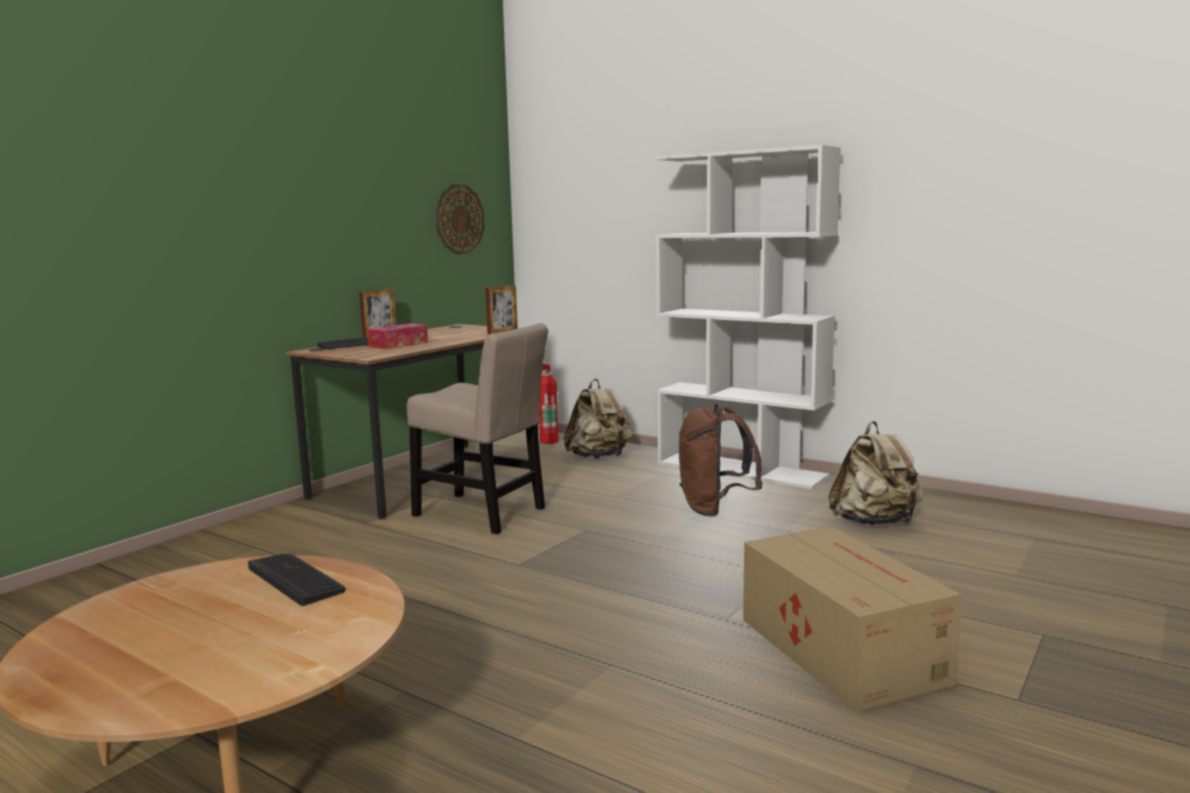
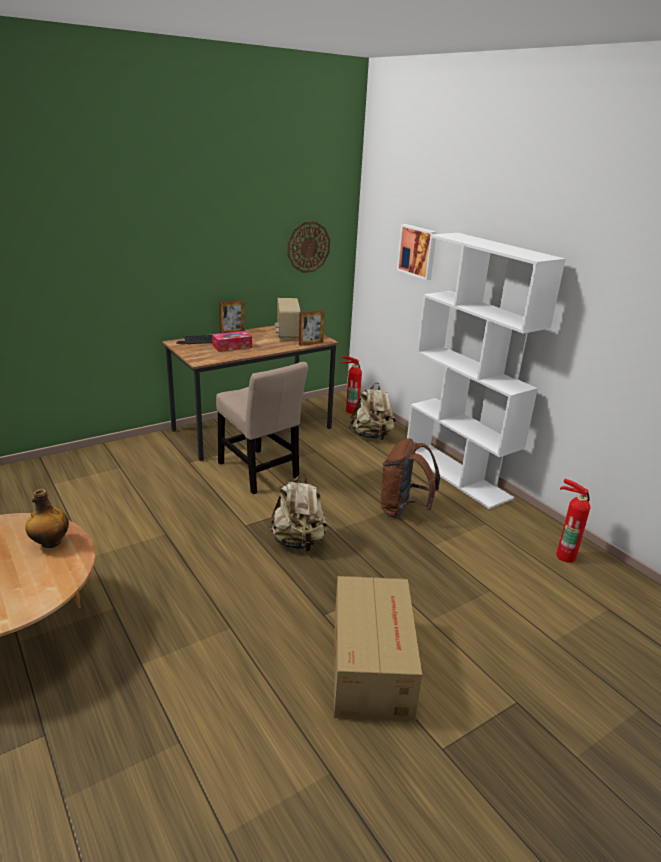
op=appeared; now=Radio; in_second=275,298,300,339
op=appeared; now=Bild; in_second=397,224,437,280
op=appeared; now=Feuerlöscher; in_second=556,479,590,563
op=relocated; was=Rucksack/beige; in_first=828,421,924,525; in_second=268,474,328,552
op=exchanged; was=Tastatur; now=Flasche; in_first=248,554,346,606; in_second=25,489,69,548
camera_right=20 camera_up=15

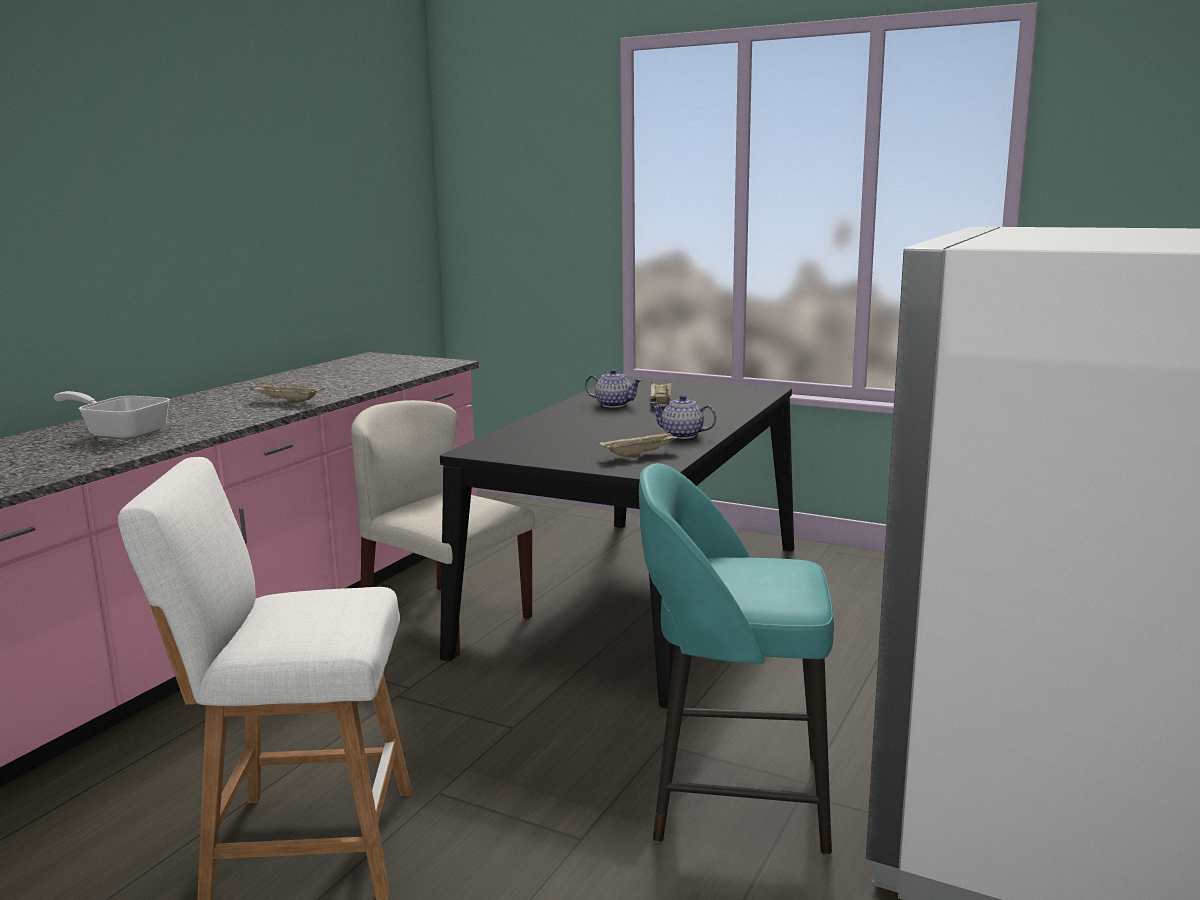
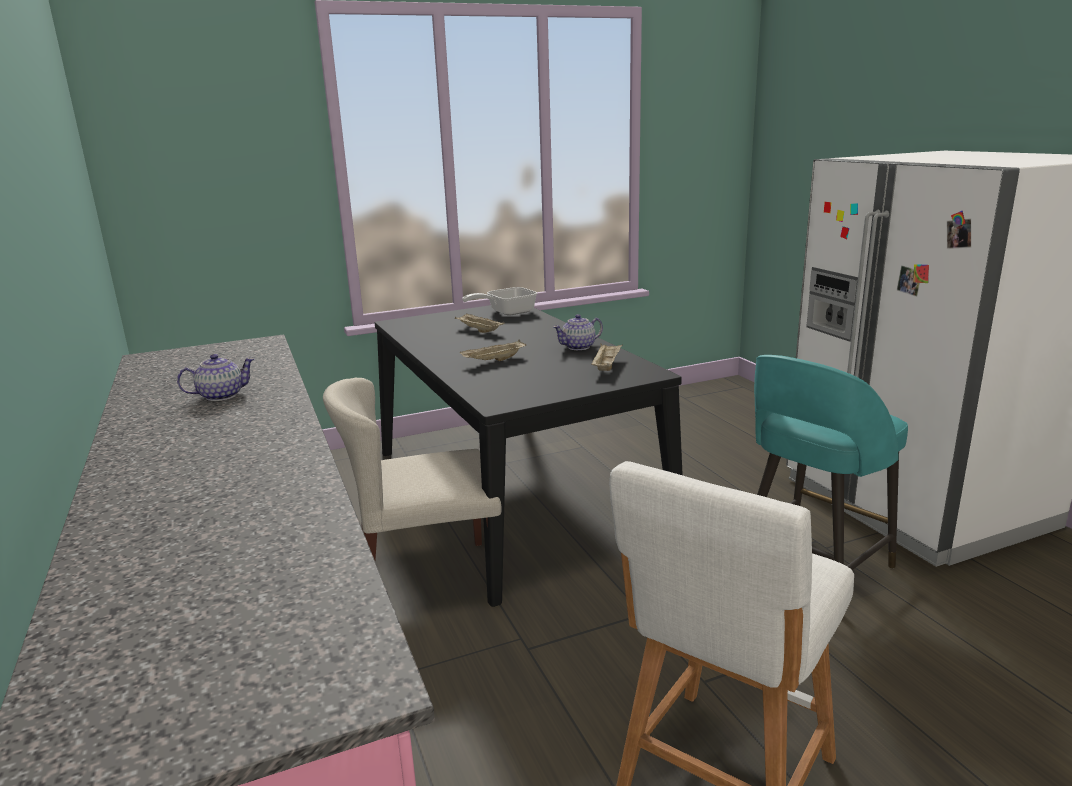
op=relocated; was=Pfanne; in_first=53,391,170,440; in_second=462,287,537,316
op=relocated; was=Tablett/beige; in_first=250,382,325,404; in_second=460,340,526,361
op=relocated; was=Teekanne; in_first=585,369,642,408; in_second=177,354,255,401
camera_right=-50 camera_up=5

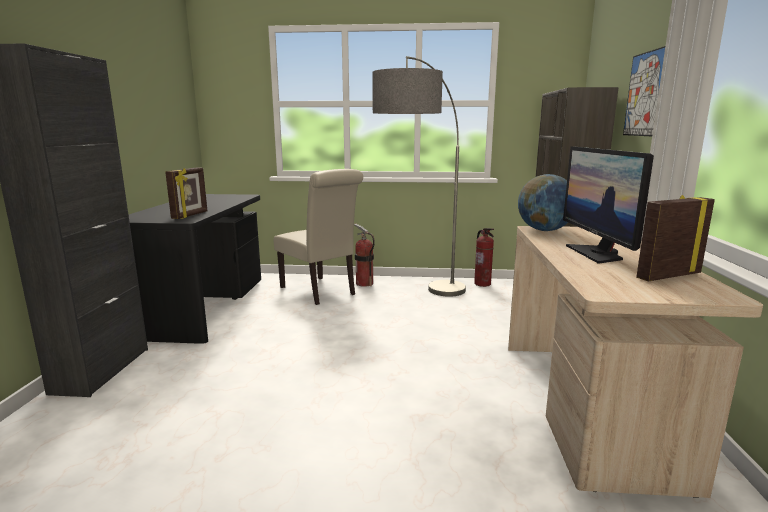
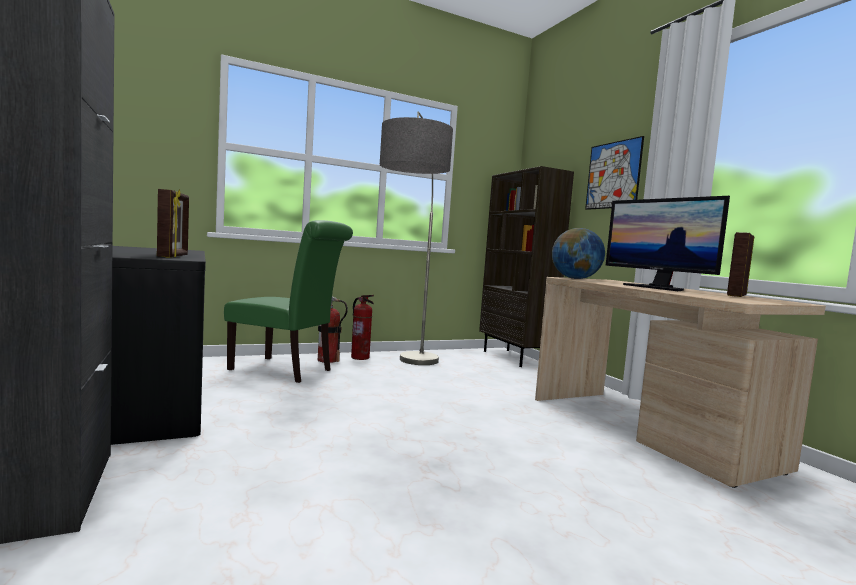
op=relocated; was=Feuerlöscher; in_first=474,228,494,287; in_second=351,295,374,360
op=colour; was=Stuhl/beige; now=Stuhl/grün; in_first=274,169,363,305; in_second=224,220,353,383
camera_right=-30 camera_up=-10

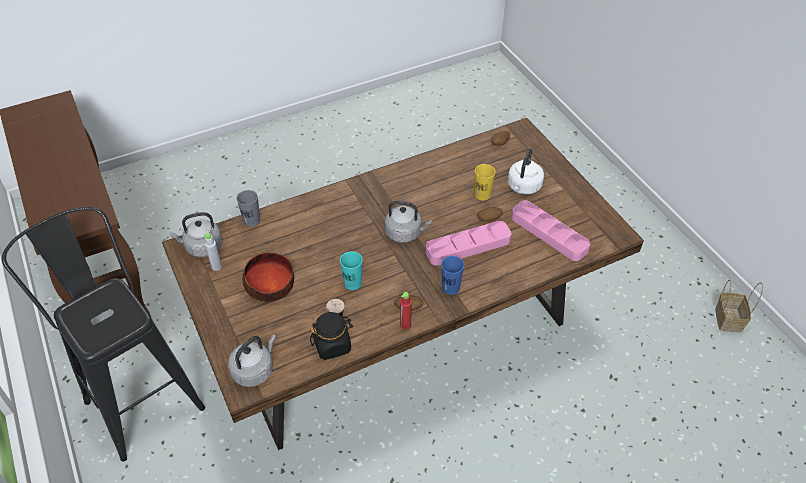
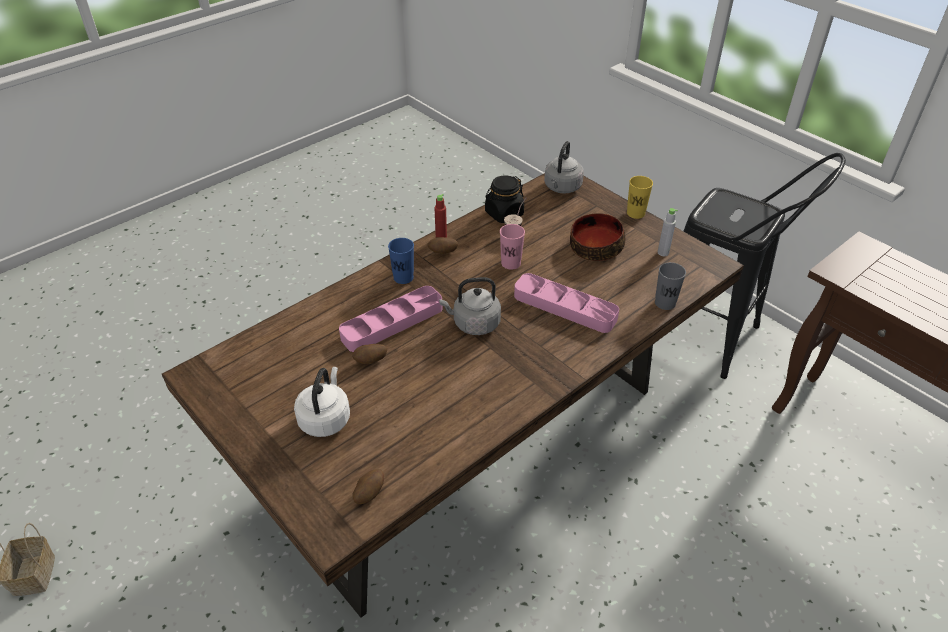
op=missing; was=Wasserkessel/grau; in_first=169,212,222,258
op=relocated; was=Tasse/gelb; in_first=475,164,495,200; in_second=627,176,653,219
op=relocated; was=Tablett/rosa; in_first=511,200,590,261; in_second=514,273,619,333
op=colour; was=Tasse/türkis; now=Tasse/rosa; in_first=340,251,363,290; in_second=500,224,525,270
camera_right=165 camera_up=-5

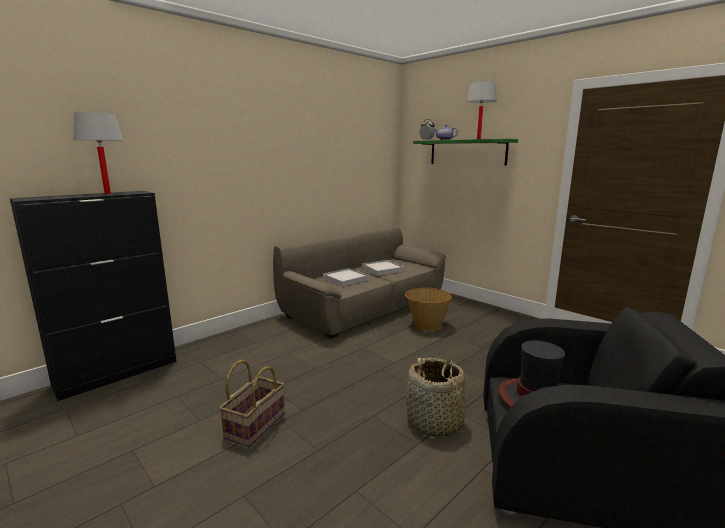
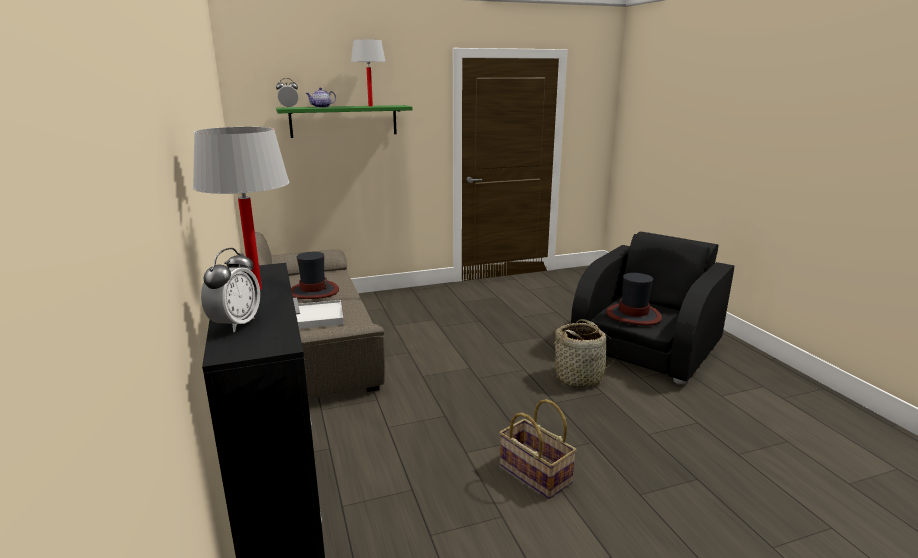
op=missing; was=Korb; in_first=405,288,452,331
op=appeared; now=Wecker; in_second=201,248,260,332
op=exchanged; was=Tablett/weiß; now=Hut; in_first=362,260,404,276; in_second=291,252,339,299
camera_right=-65 camera_up=5

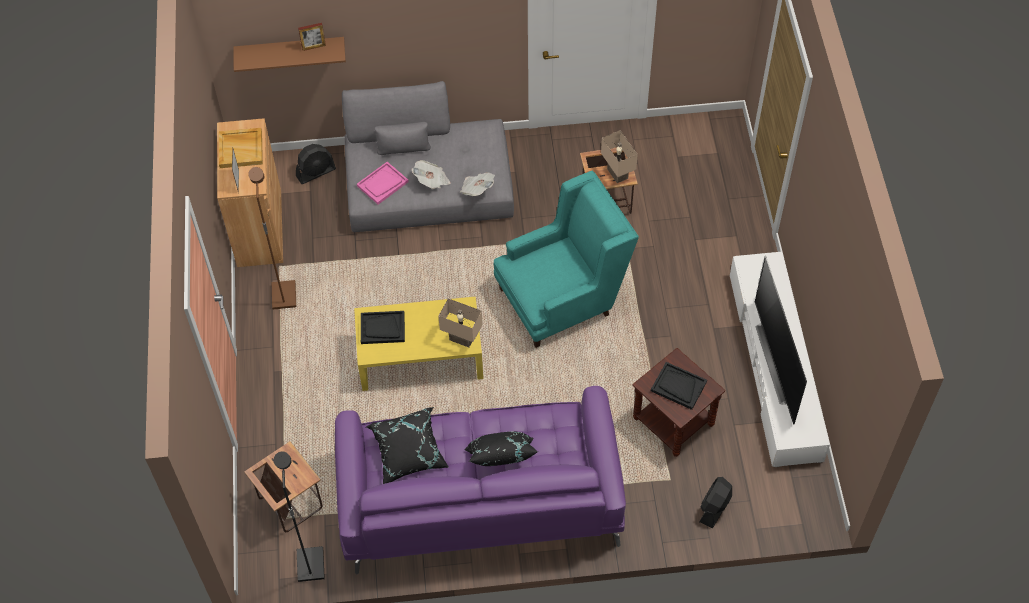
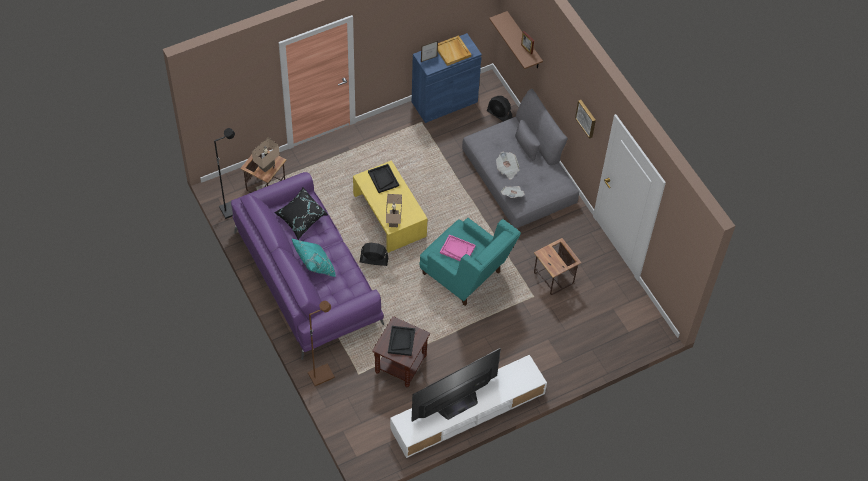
op=appeared; now=Bild; in_second=575,100,596,139
op=relocated; was=Stehlampe/braun; in_first=248,167,296,310; in_second=308,301,335,386
op=relocated; was=Tablett/rosa; in_first=357,162,409,205; in_second=440,234,476,261
op=relocated; was=Tischlampe/beige; in_first=601,130,638,183; in_second=252,137,280,172
op=relocated; was=Ventilator/schwarz; in_first=700,477,732,528; in_second=360,243,388,266
op=colour; was=Schrank/braun; now=Schrank/blau; in_first=217,118,283,267; in_second=412,33,482,123
op=colour; was=Kissen/schwarz; now=Kissen/türkis; in_first=464,431,538,466; in_second=291,238,335,277
camera_right=65 camera_up=0

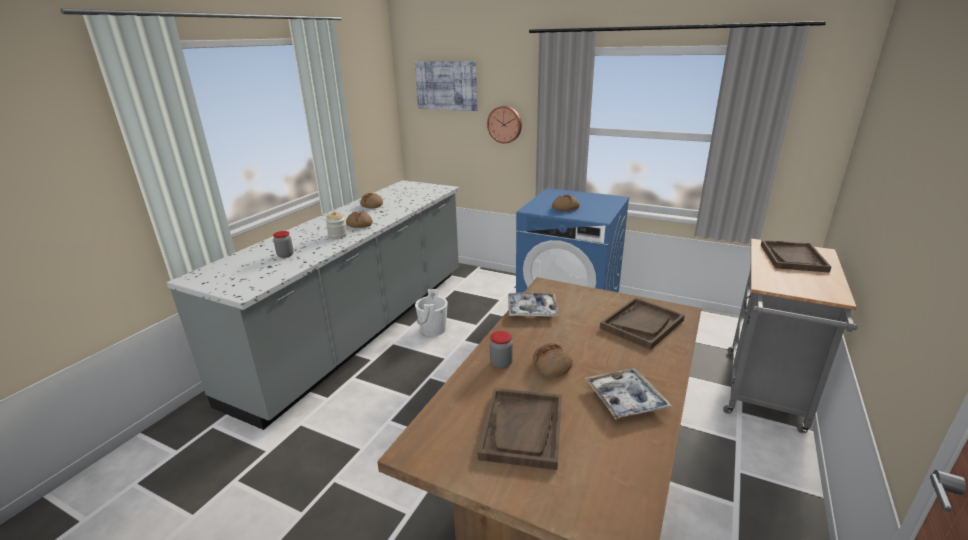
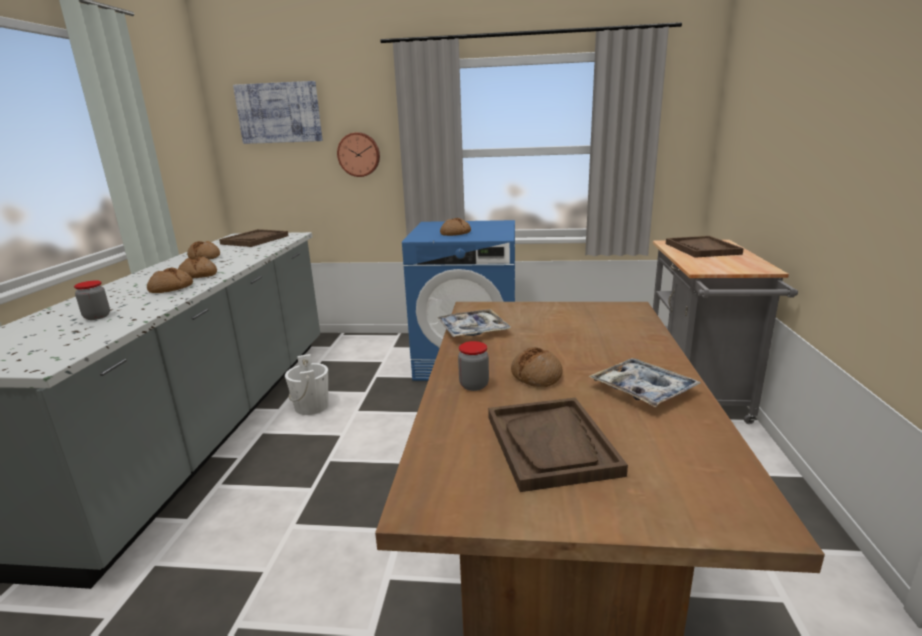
op=relocated; was=Tablett/braun; in_first=600,297,685,350; in_second=219,229,289,247
op=exchanged; was=Vorratsglas; now=Brot; in_first=325,211,347,239; in_second=147,268,193,293
camera_right=-20 camera_up=-5

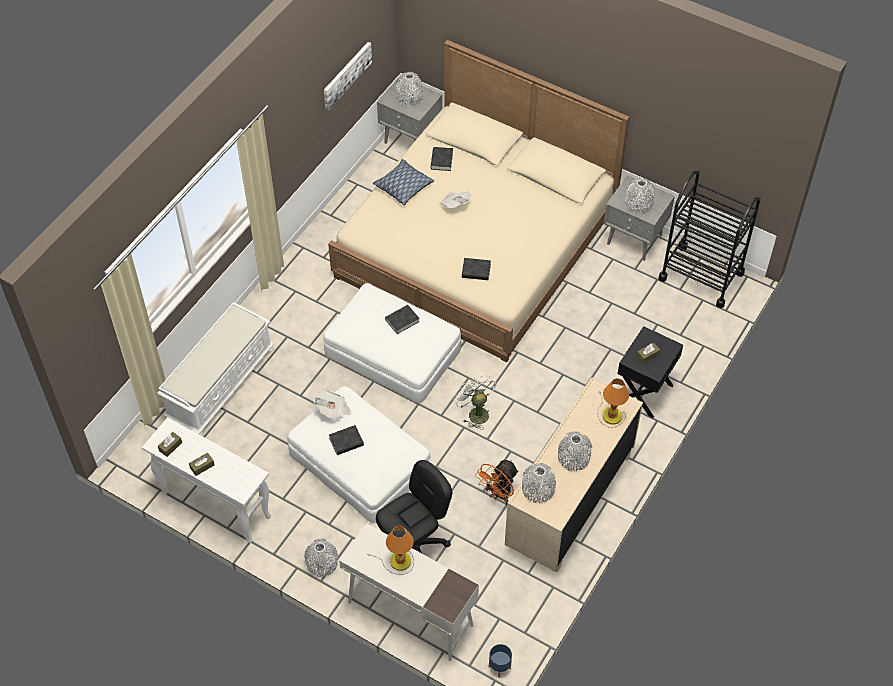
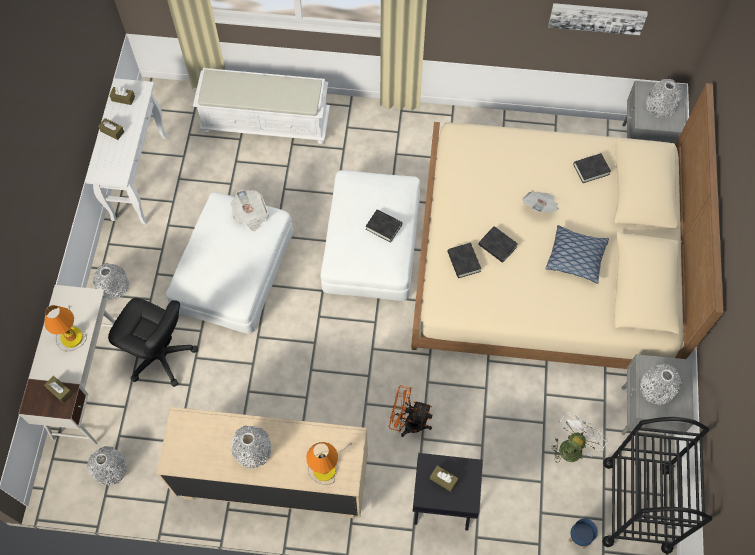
op=appeared; now=Taschentuchbox/braun; in_second=44,376,73,403
op=relocated; was=Buch/schwarz; in_first=329,425,364,455; in_second=478,226,518,263
op=relocated; was=Kissen; in_first=373,159,434,205; in_second=545,225,609,284
op=relocated; was=Ventilator/weiß; in_first=453,374,496,430; in_second=551,412,608,463
op=relocated; was=Ventilator/orange; in_first=475,460,519,505; in_second=389,385,432,437
op=relocated; was=Pflanzkübel/blau; in_first=489,644,512,677; in_second=569,519,598,549
op=relocated; was=Vase/grau; in_first=522,463,556,503; in_second=87,446,127,485
camera_right=65 camera_up=10

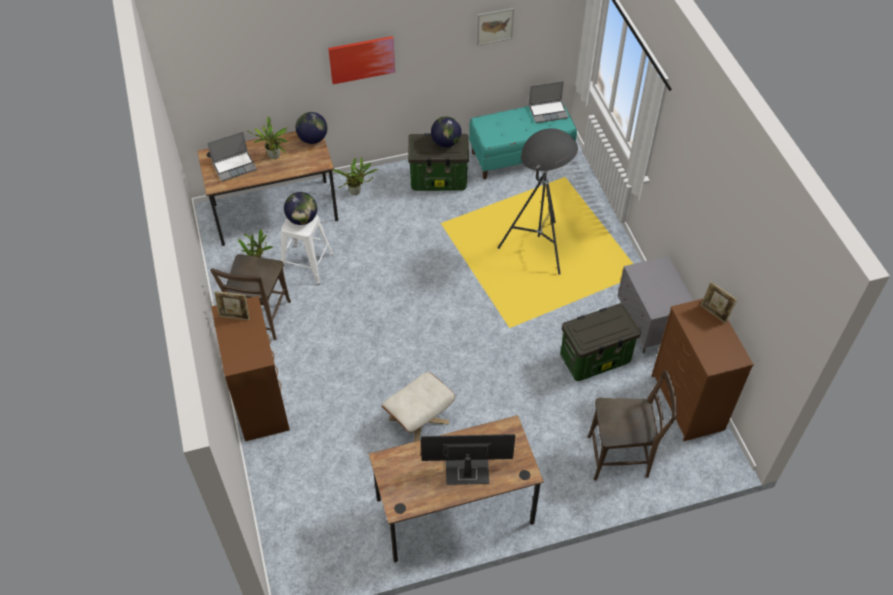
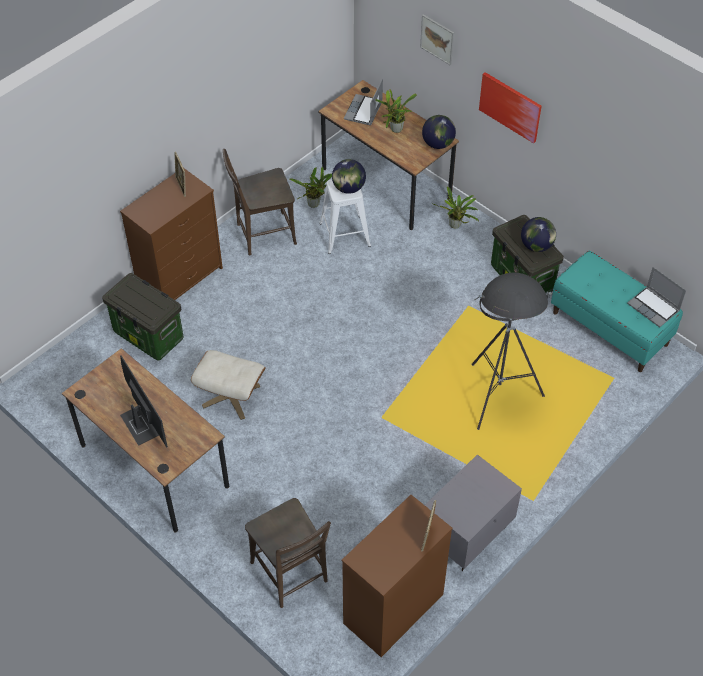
op=relocated; was=Bild; in_first=477,8,514,46; in_second=420,14,454,66
op=relocated; was=Aufbewahrungsbox; in_first=560,303,641,381; in_second=102,273,183,361
op=spun; was=Laptop; in_first=207,131,257,181; in_second=344,78,383,126; clockwise=75
camera_right=60 camera_up=0

